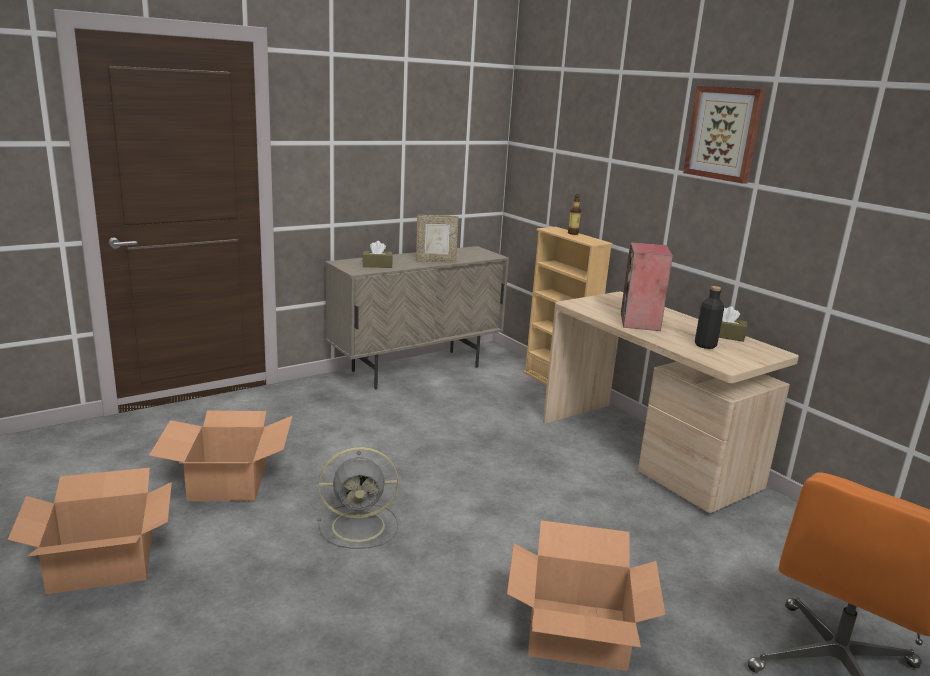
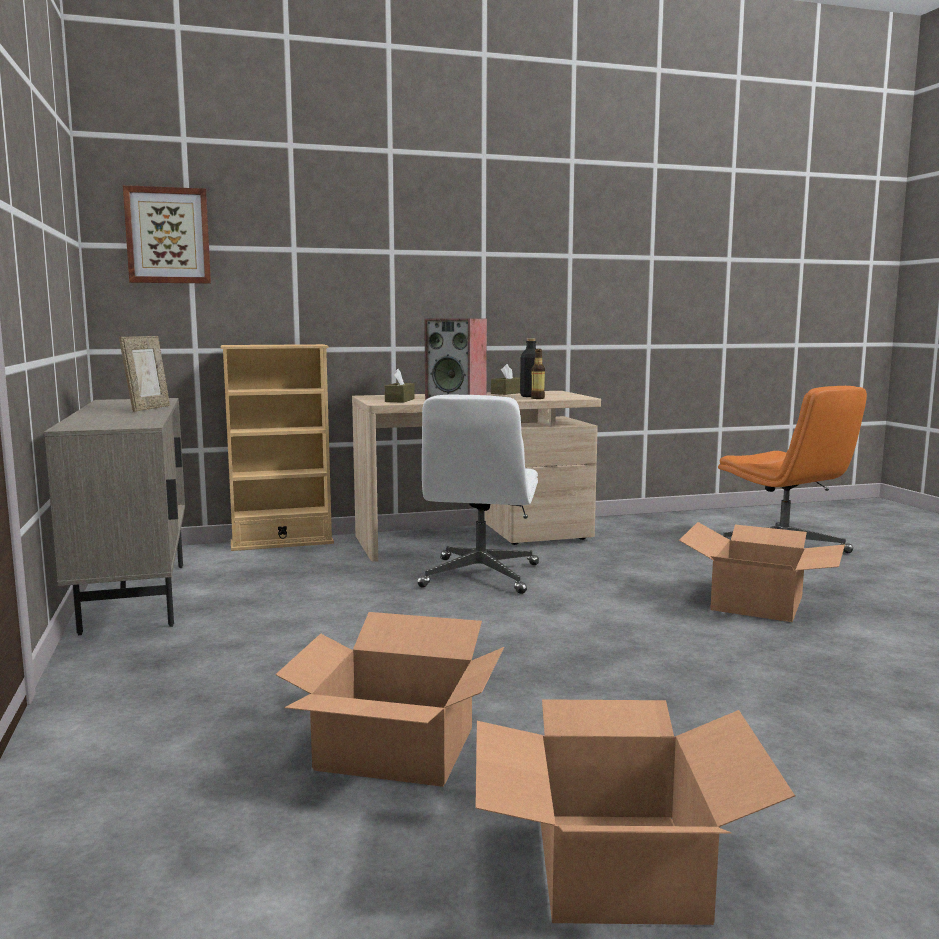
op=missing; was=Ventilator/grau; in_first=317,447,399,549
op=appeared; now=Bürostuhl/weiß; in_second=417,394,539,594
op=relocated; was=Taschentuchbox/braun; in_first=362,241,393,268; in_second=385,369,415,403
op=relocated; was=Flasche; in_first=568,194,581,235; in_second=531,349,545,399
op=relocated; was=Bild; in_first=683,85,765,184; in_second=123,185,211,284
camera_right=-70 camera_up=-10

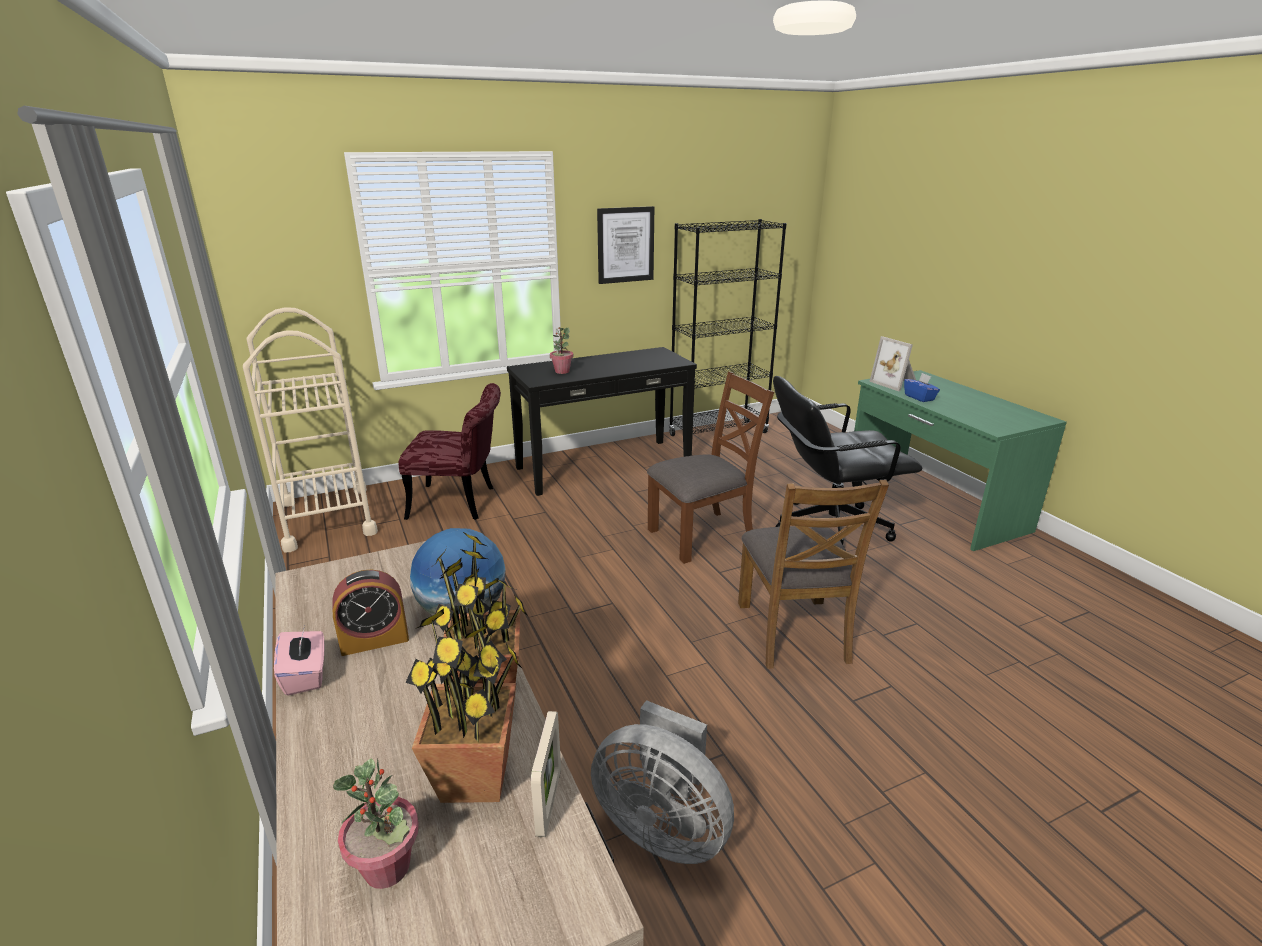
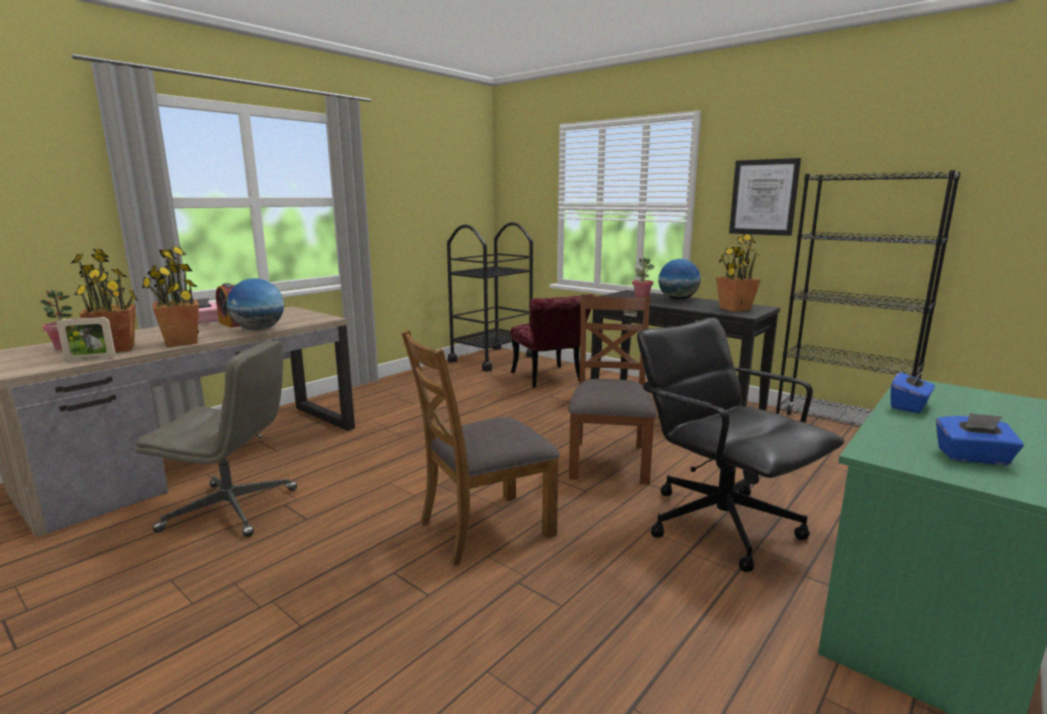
op=missing; was=Bilderrahmen; in_first=869,336,916,391
op=appeared; now=Globus; in_second=658,259,701,300
op=appeared; now=Topfpflanze; in_second=716,234,761,311
op=appeared; now=Taschentuchbox/blau; in_second=936,413,1024,465
op=exchanged; was=Ventilator/grau; now=Bürostuhl/grau; in_first=591,700,734,864; in_second=136,340,297,537
op=colour; was=Rollwagen/beige; now=Rollwagen/schwarz; in_first=243,307,378,552; in_second=447,222,533,372
op=spun; was=Stuhl/braun; in_first=647,371,774,564; in_second=568,294,657,485; clockwise=-120
camera_right=65 camera_up=-10

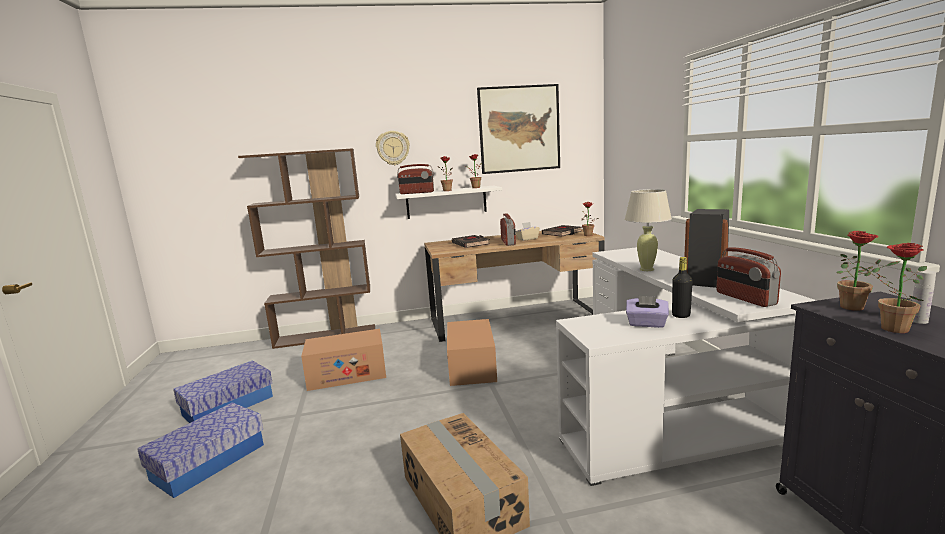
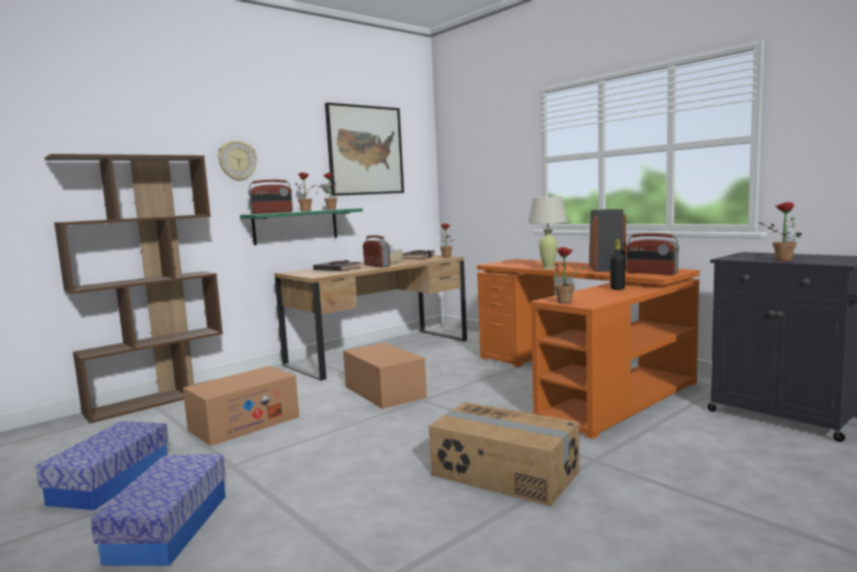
op=missing; was=Taschentuchbox/lila; in_first=626,295,669,328
op=relocated; was=Topfpflanze; in_first=836,231,901,311; in_second=553,247,588,304
op=colour; was=Wandregal/weiß; now=Wandregal/grün; in_first=395,186,502,219; in_second=240,208,363,245
op=colour; was=Schreibtisch/weiß; now=Schreibtisch/orange; in_first=556,247,817,486; in_second=477,259,700,439
camera_right=-30 camera_up=-5

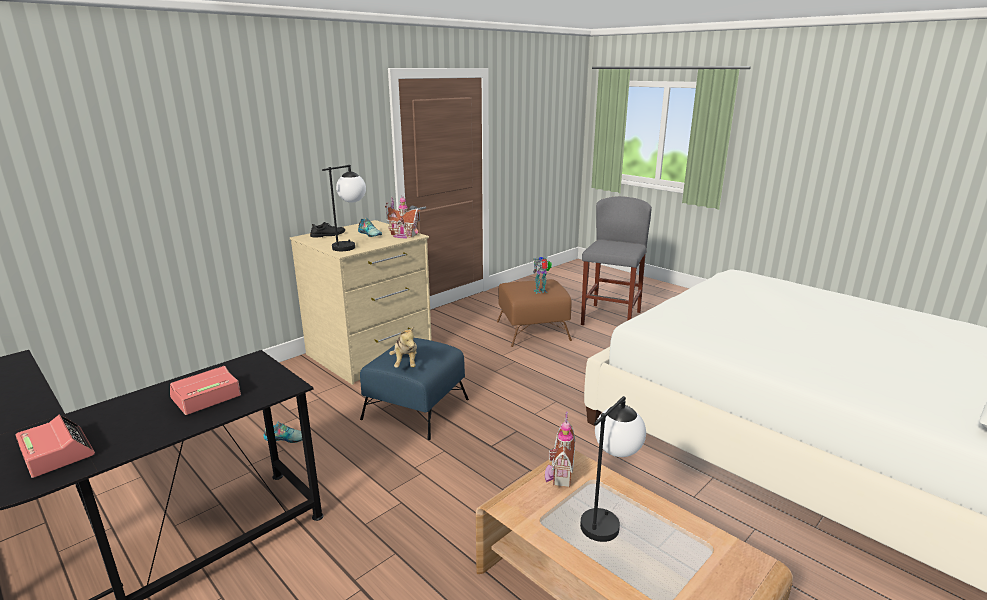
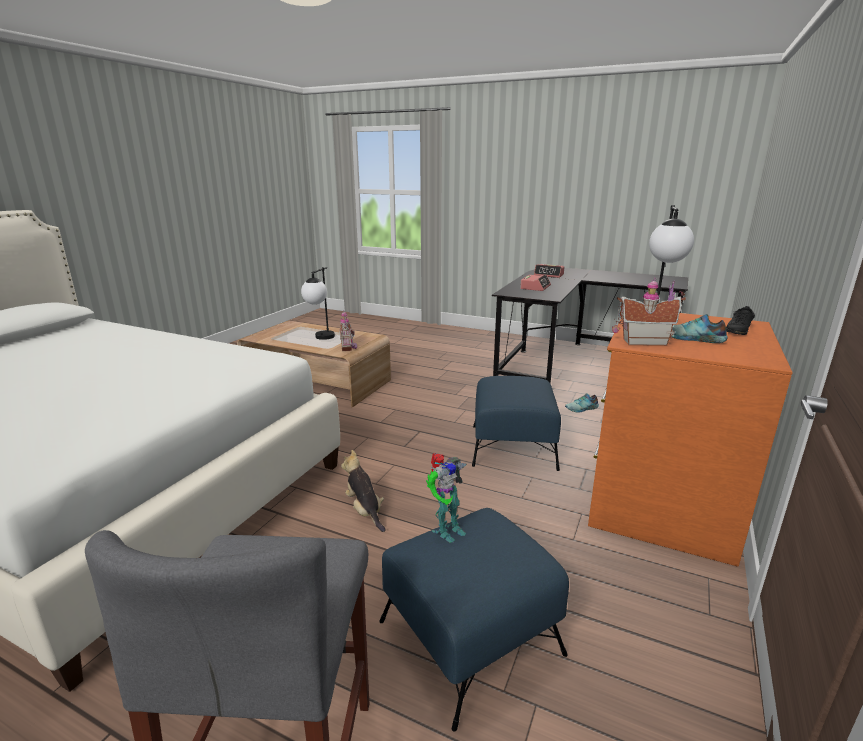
op=relocated; was=Plüschtier; in_first=389,326,417,368; in_second=341,450,386,532
op=colour; was=Kommode/beige; now=Kommode/orange; in_first=290,220,432,385; in_second=588,313,793,567
op=colour; was=Polsterhocker/braun; now=Polsterhocker/blau; in_first=497,279,572,347; in_second=379,508,569,732
camera_right=160 camera_up=0

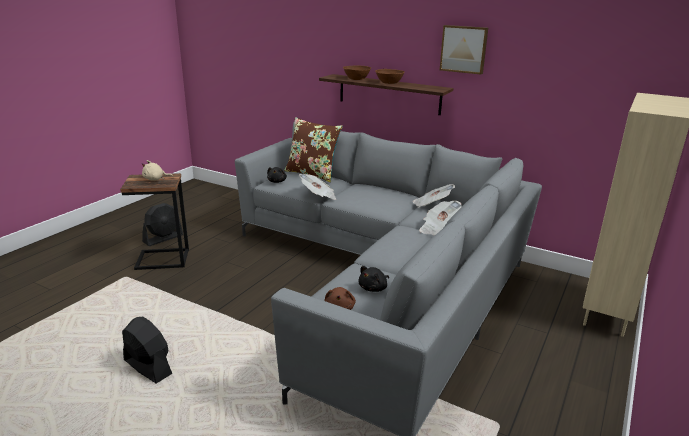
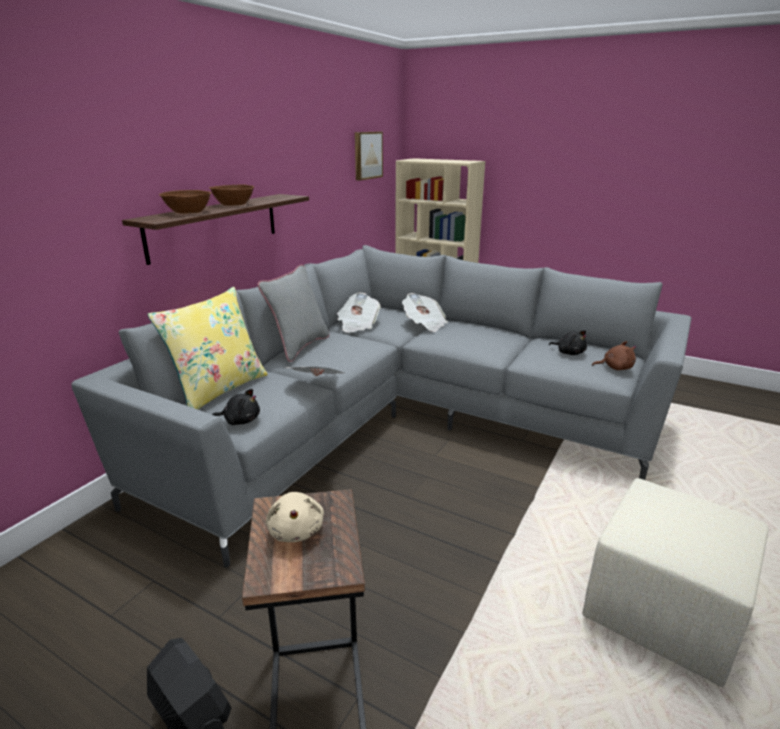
op=appeared; now=Kissen/grau; in_second=257,265,329,362
op=relocated; was=Bild; in_first=440,25,488,74; in_second=355,132,383,181
op=exchanged; was=Ventilator/schwarz; now=Polsterhocker/beige; in_first=122,317,172,384; in_second=582,478,769,687
op=colour; was=Kissen/braun; now=Kissen/gelb; in_first=284,117,343,182; in_second=147,287,268,409
camera_right=-90 camera_up=0

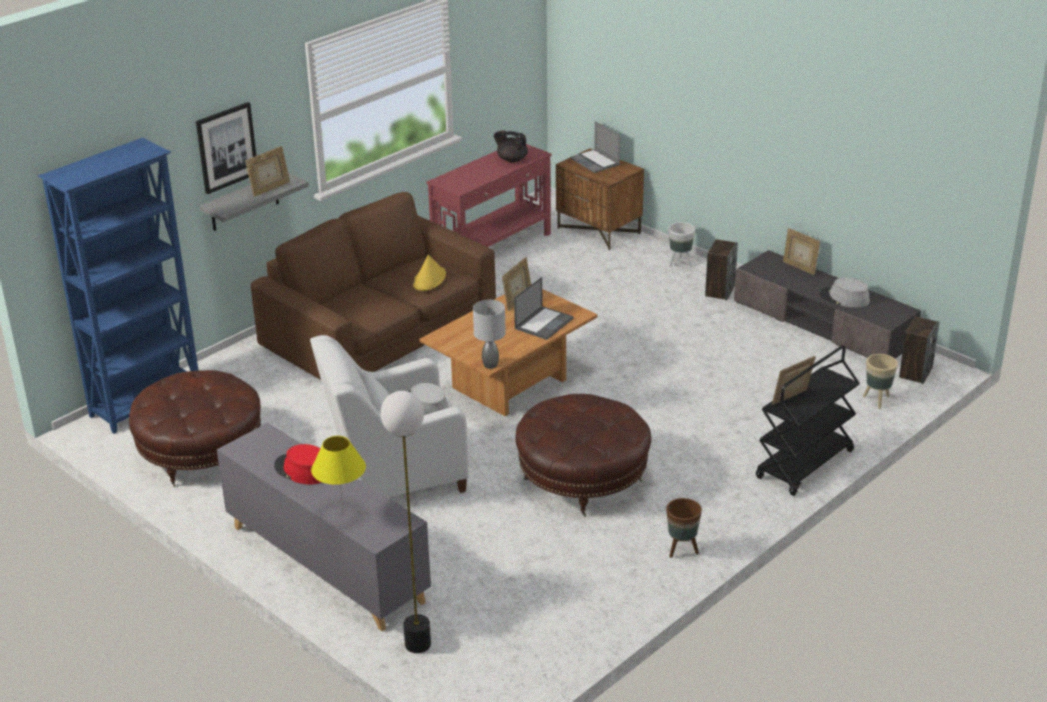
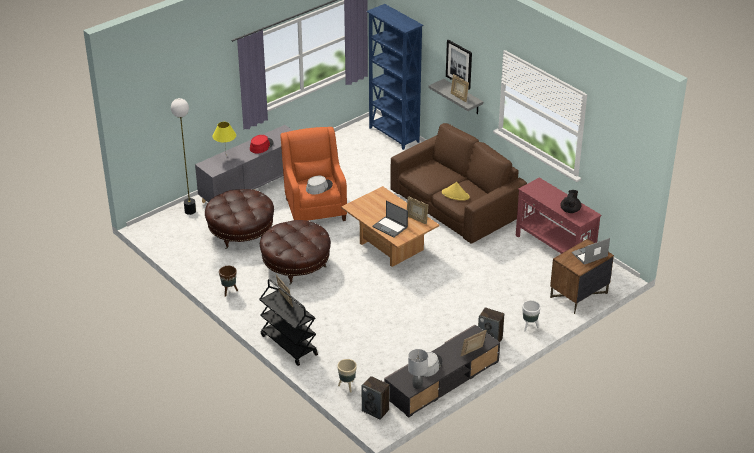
op=relocated; was=Polsterhocker/braun; in_first=129,370,261,487; in_second=205,189,274,249
op=relocated; was=Tischlampe/grau; in_first=473,300,506,369; in_second=408,349,428,389
op=colour; was=Sessel/weiß; now=Sessel/orange; in_first=310,335,469,497; in_second=280,127,347,221
camera_right=95 camera_up=5

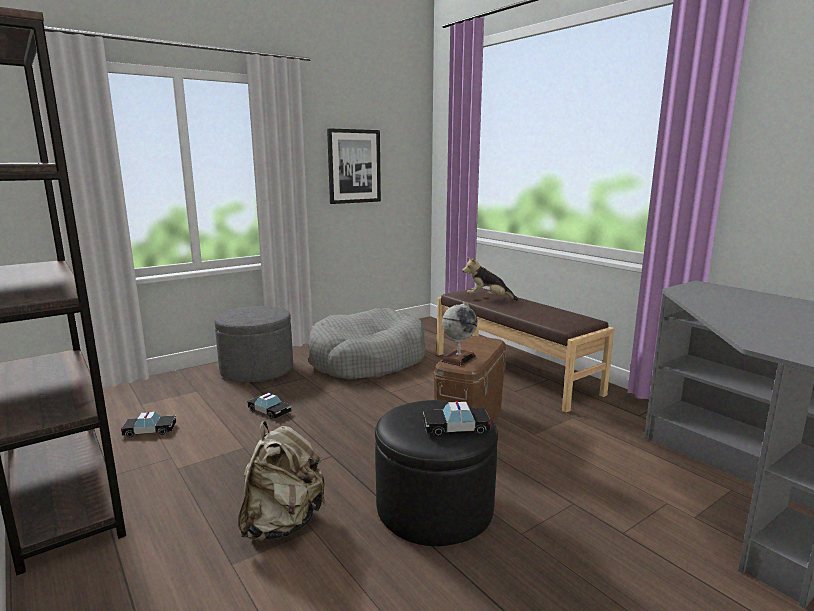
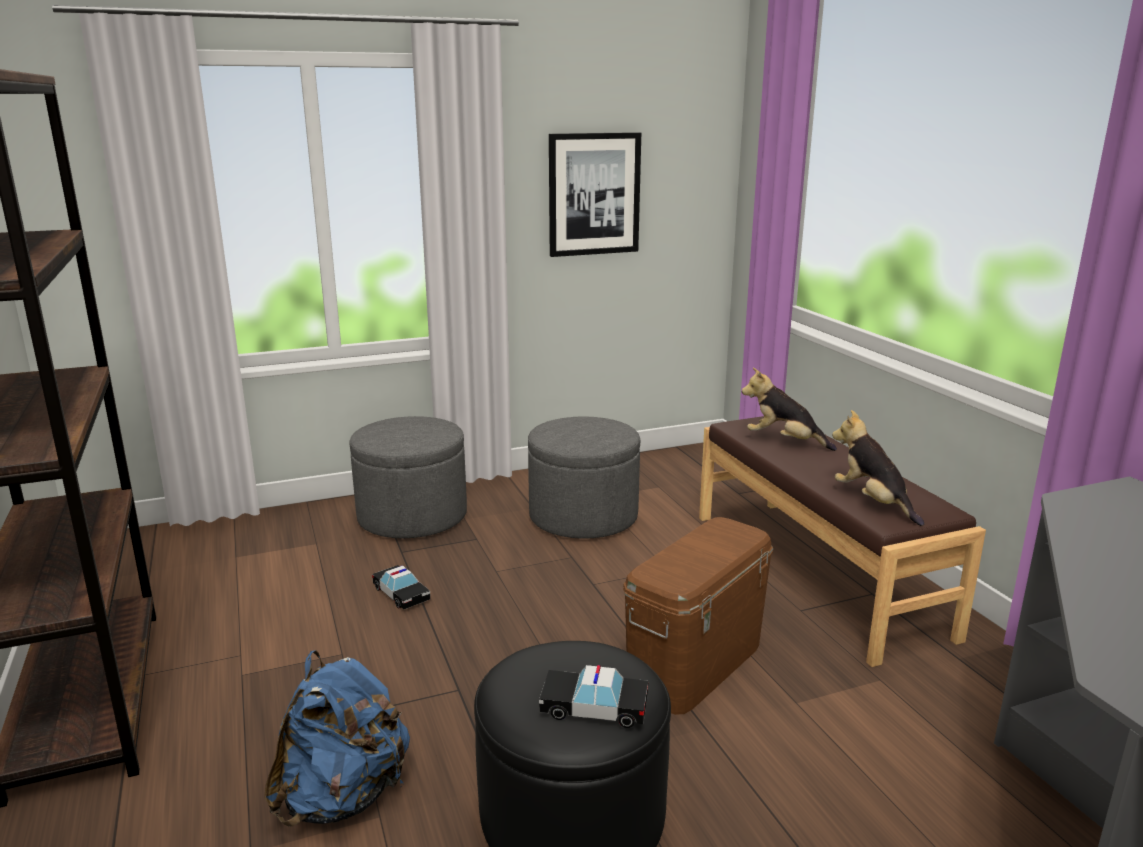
op=missing; was=Spielzeugauto; in_first=121,412,176,437
op=missing; was=Globus; in_first=442,302,478,366
op=appeared; now=Plüschtier; in_second=832,410,924,526
op=exchanged; was=Hundebett/grau; now=Polsterhocker/grau; in_first=309,308,426,379; in_second=528,416,640,539
op=colour; was=Rucksack/beige; now=Rucksack/blau; in_first=238,421,326,543; in_second=264,650,410,827
camera_right=15 camera_up=5

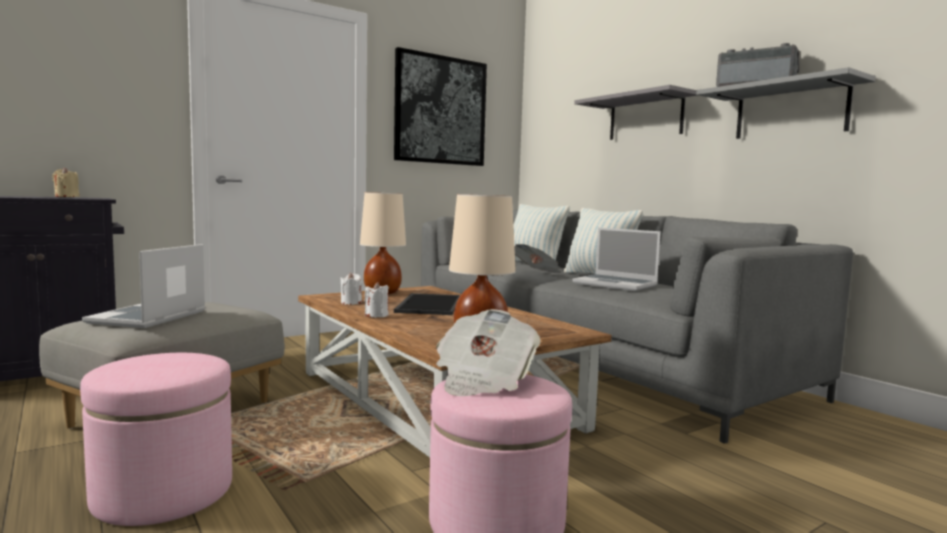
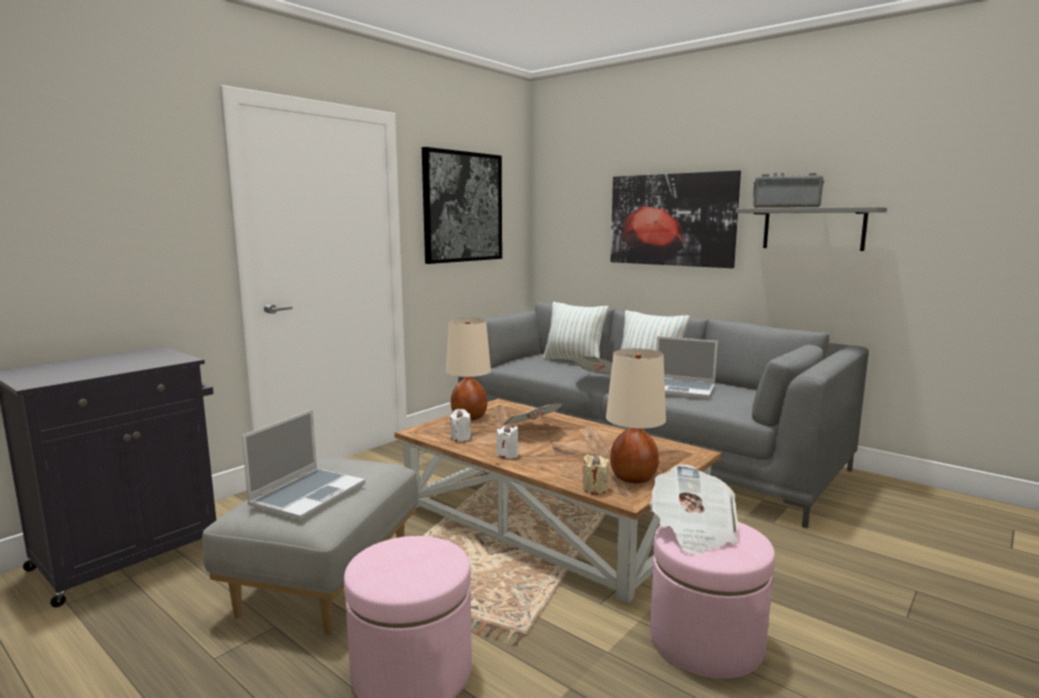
op=relocated; was=Kerze/beige; in_first=52,167,80,197; in_second=583,454,608,495
op=exchanged; was=Tablett; now=Zeitung; in_first=394,293,461,315; in_second=503,403,563,425
op=exchanged; was=Wandregal/grau; now=Bild; in_first=574,85,698,140; in_second=610,170,741,268
op=spun; was=Laptop; in_first=82,244,205,328; in_second=242,409,365,520; clockwise=-150
camera_right=-15 camera_up=5

